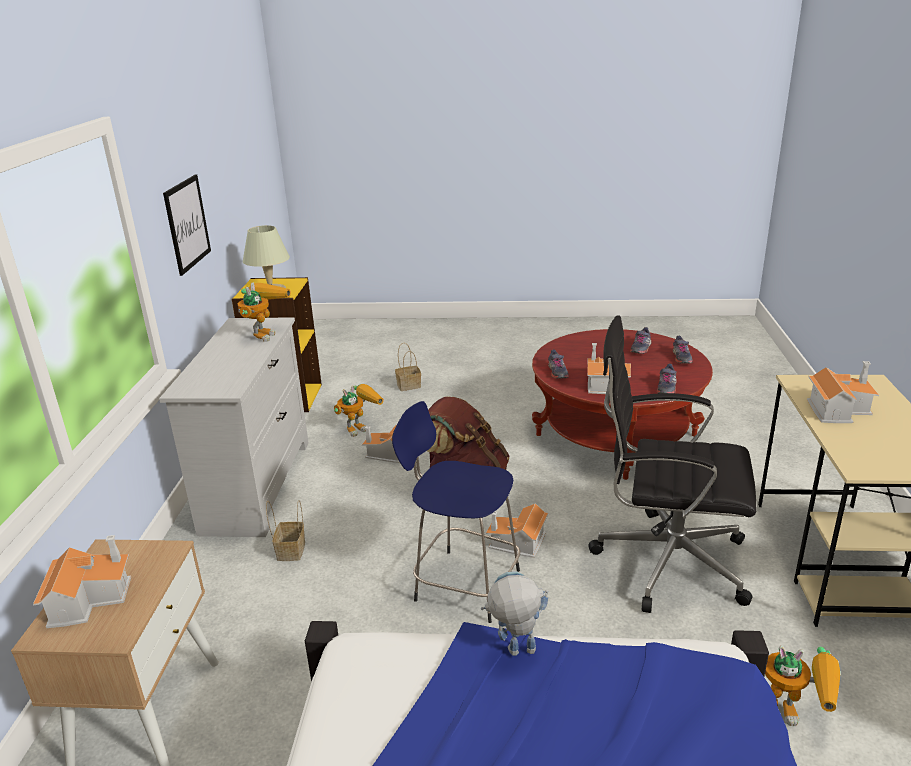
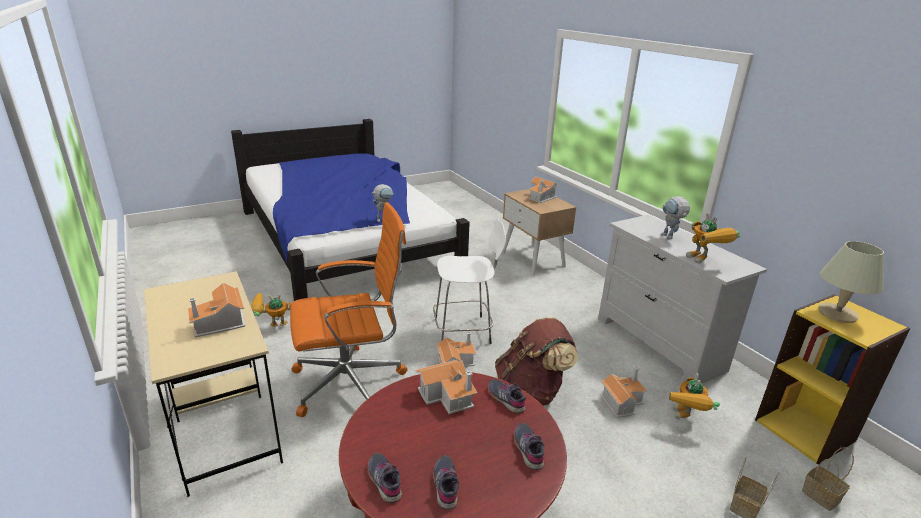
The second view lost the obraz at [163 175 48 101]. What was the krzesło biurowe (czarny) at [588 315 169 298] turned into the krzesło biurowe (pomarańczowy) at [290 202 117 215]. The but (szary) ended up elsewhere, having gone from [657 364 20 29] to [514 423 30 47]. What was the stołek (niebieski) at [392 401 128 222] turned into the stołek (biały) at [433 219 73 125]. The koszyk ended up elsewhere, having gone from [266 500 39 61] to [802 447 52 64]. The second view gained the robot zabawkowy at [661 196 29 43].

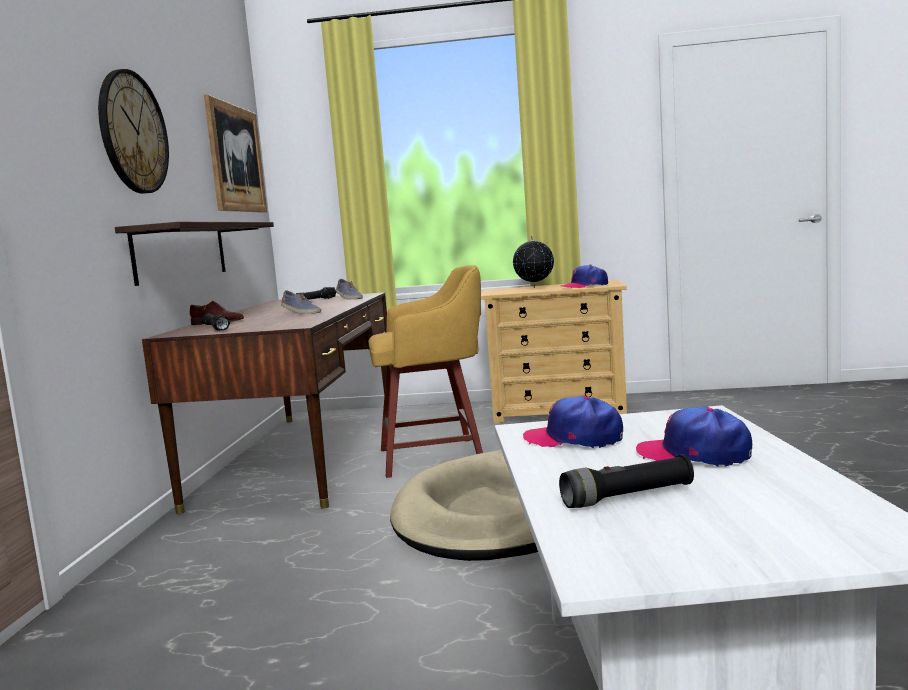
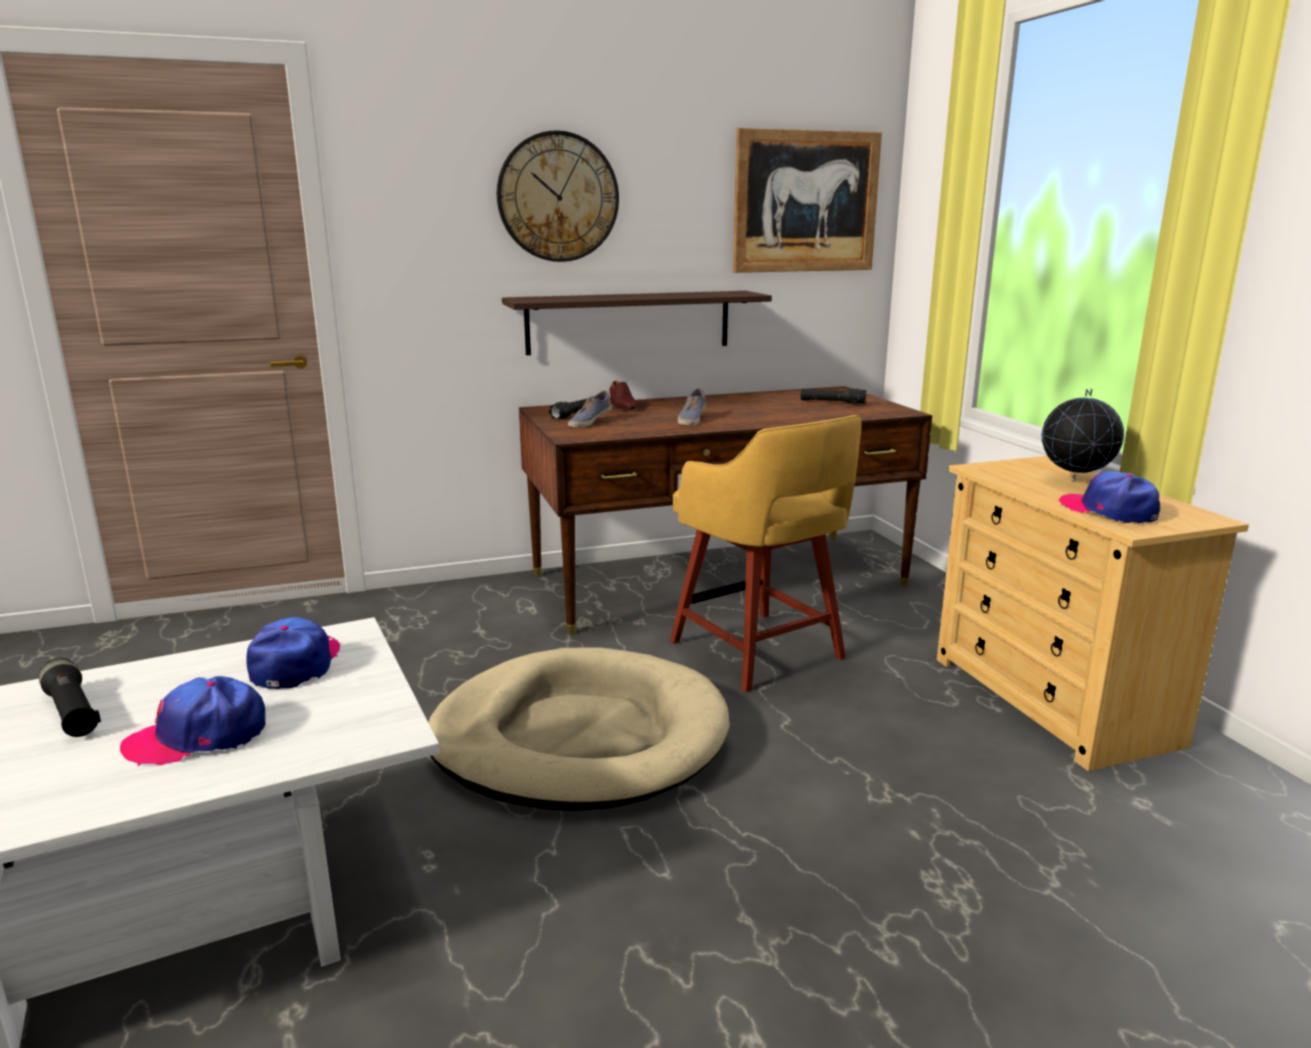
The but ended up elsewhere, having gone from [336 279 27 20] to [568 390 44 38]. The czapka z daszkiem at [636 406 116 61] ended up facing another way, 120 degrees counterclockwise from before.

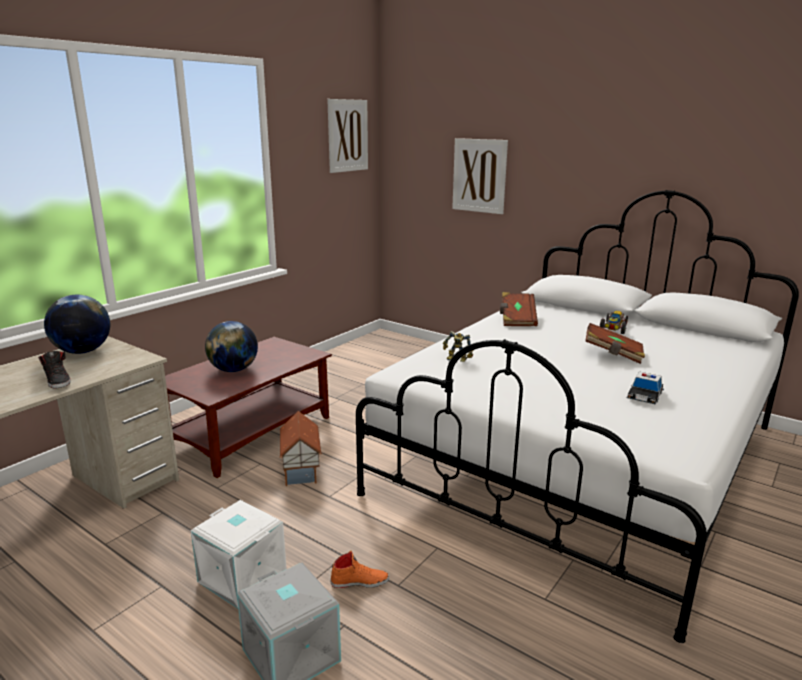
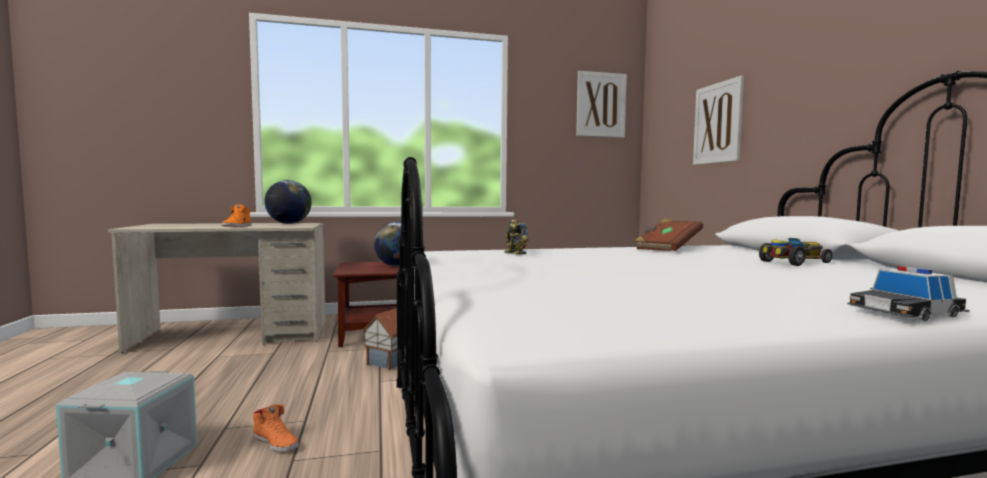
The second view lost the książka (brązowy) at [585 323 60 41]. What was the but (czarny) at [38 351 33 37] turned into the but (pomarańczowy) at [221 204 30 23]. The samochodzik ended up elsewhere, having gone from [627 371 37 34] to [847 266 122 55]. The second view lost the pojemnik do przechowywania (biały) at [191 500 96 109].

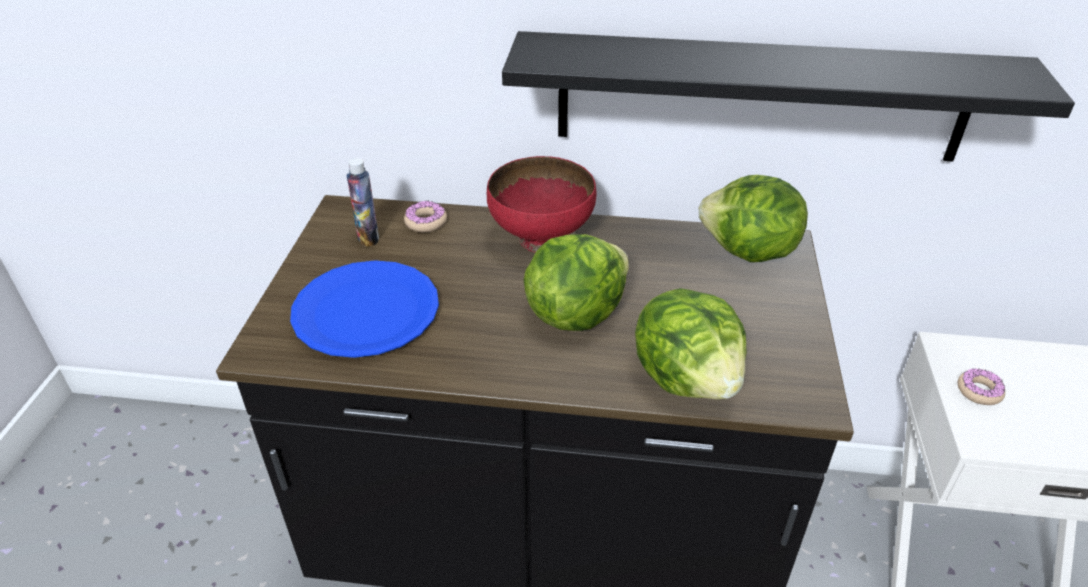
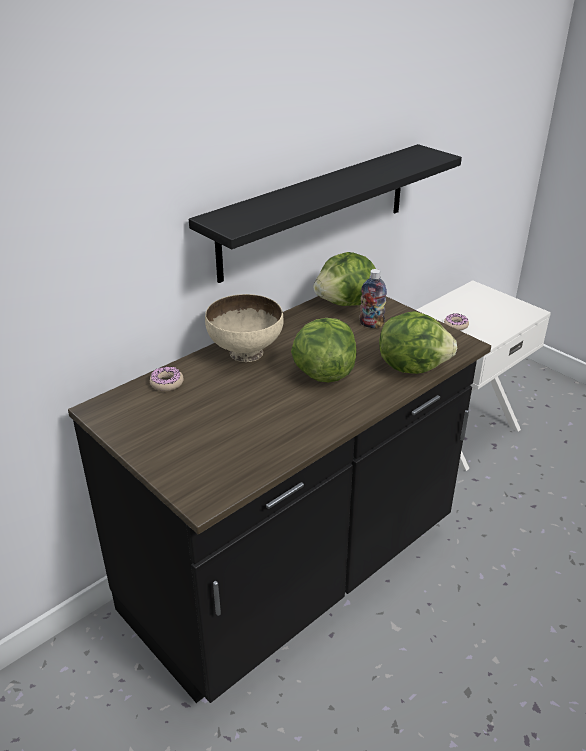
What was the miska (czerwony) at [487 156 110 96] turned into the miska (beżowy) at [205 294 78 68]. The butelka ended up elsewhere, having gone from [347 158 32 89] to [359 269 28 59]. The second view lost the talerz (niebieski) at [290 260 149 98].

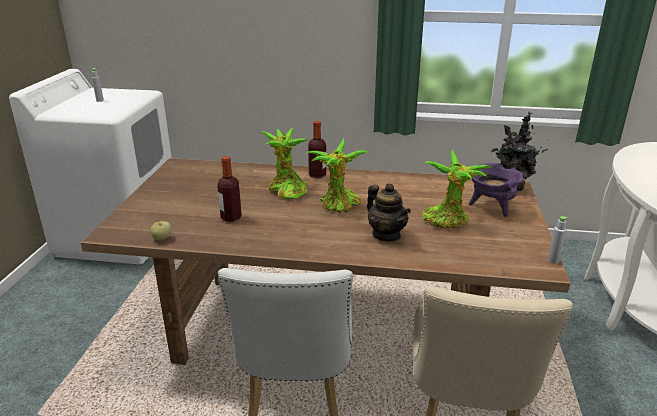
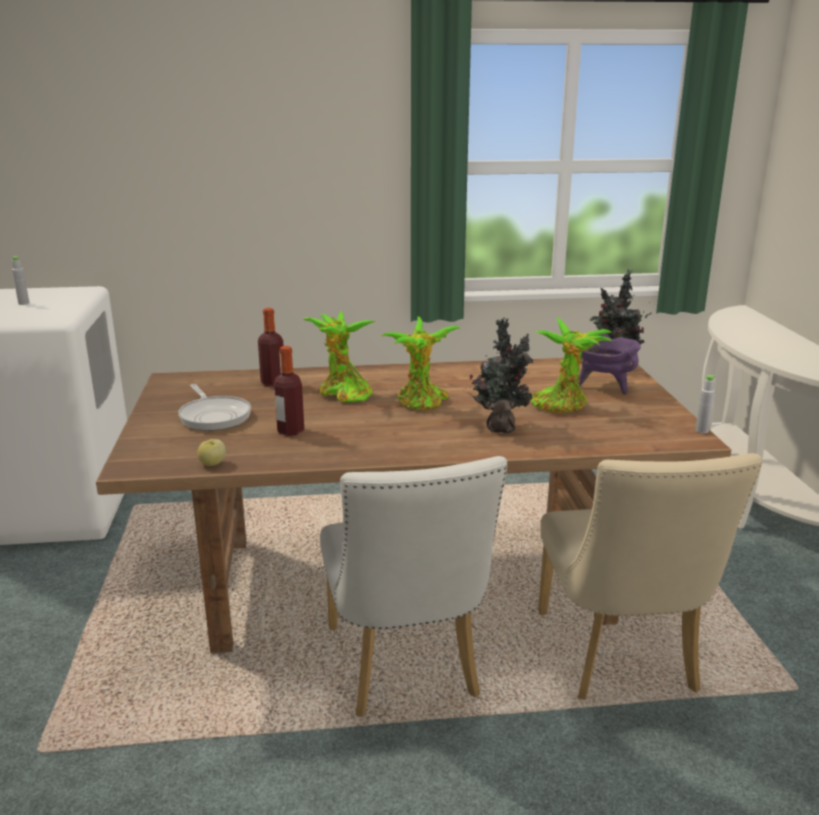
The butelka ended up elsewhere, having gone from [308 121 18 57] to [258 308 26 79]. Where the imbryk stood at [367 183 44 59], the roślina doniczkowa came to stand at [468 318 66 115]. The second view gained the patelnia at [178 384 73 47].

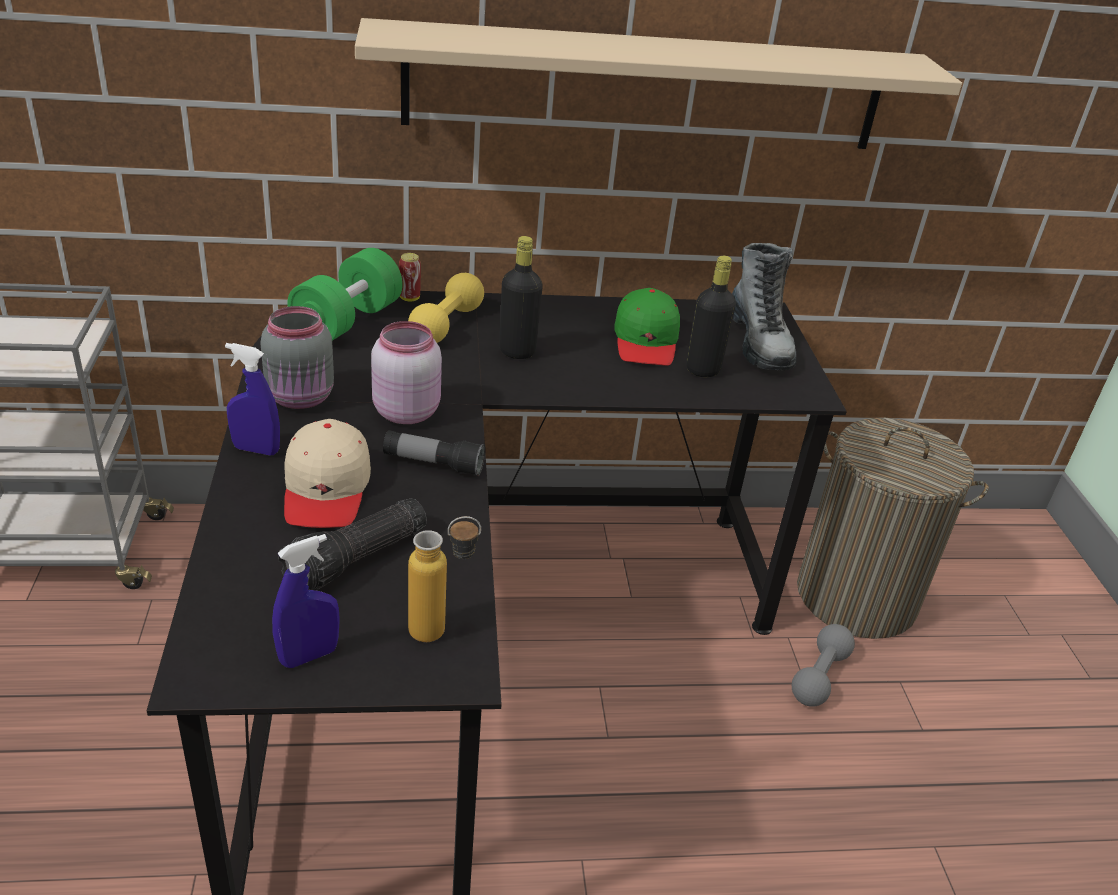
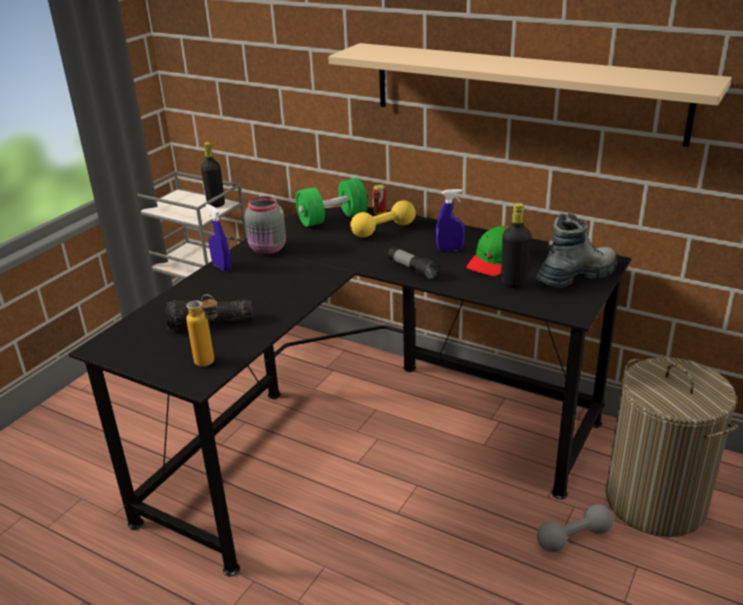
The butelka (czarny) ended up elsewhere, having gone from [499 236 44 123] to [201 142 24 66]. The but z cholewką at [732 243 64 128] ended up facing another way, 150 degrees counterclockwise from before. The second view lost the słoik (różowy) at [371 321 71 103]. The second view lost the czapka z daszkiem (beżowy) at [284 419 87 109]. The latarka ended up elsewhere, having gone from [383 430 103 46] to [388 247 51 32]. The spryskiwacz (niebieski) ended up elsewhere, having gone from [272 534 68 134] to [436 189 29 62].

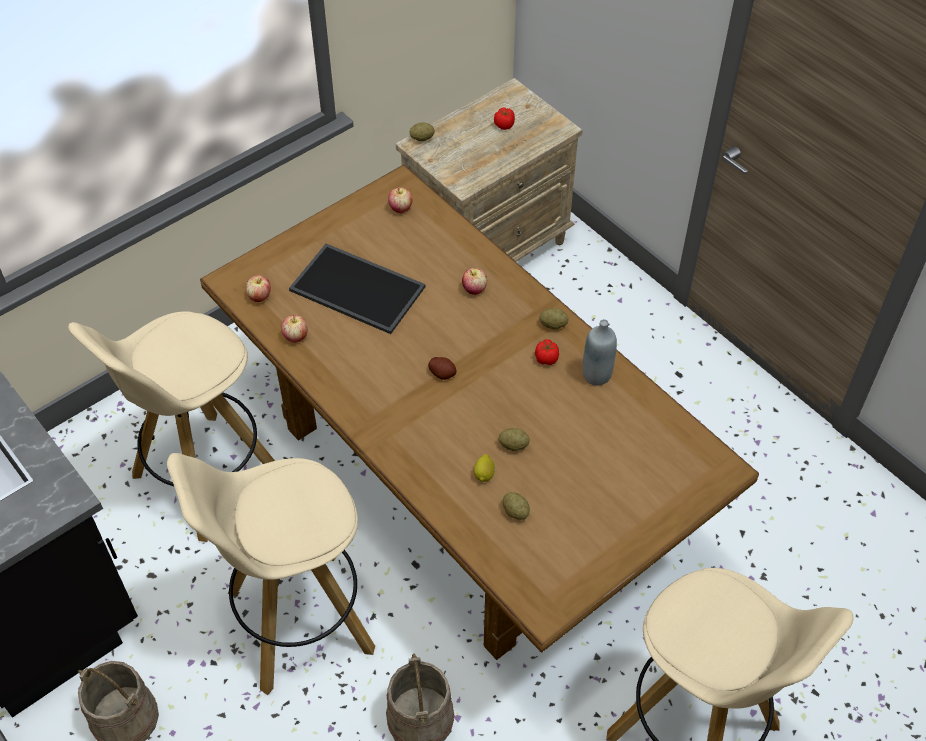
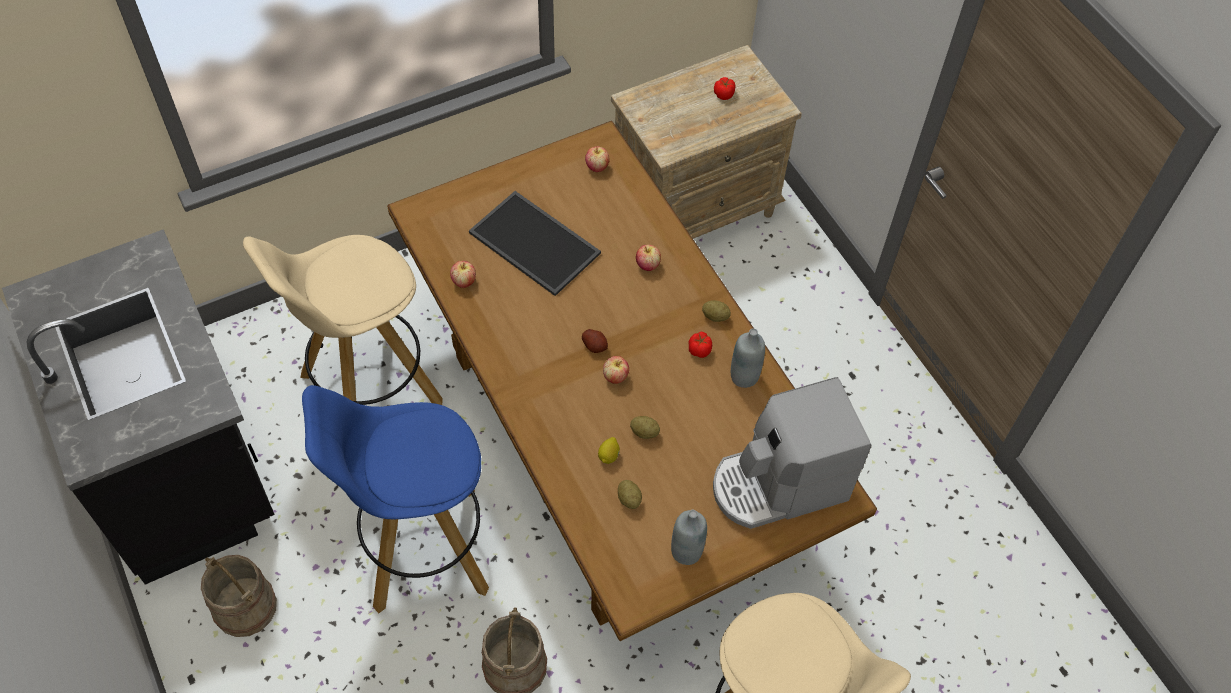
The second view lost the ziemniak at [409 122 26 19]. The jabłko ended up elsewhere, having gone from [246 275 25 27] to [603 356 26 28]. What was the stołek (beżowy) at [167 453 208 242] turned into the stołek (niebieski) at [302 385 187 228]. The second view gained the ekspres do kawy at [713 377 158 152]. The second view gained the butelka (szary) at [671 510 36 55].

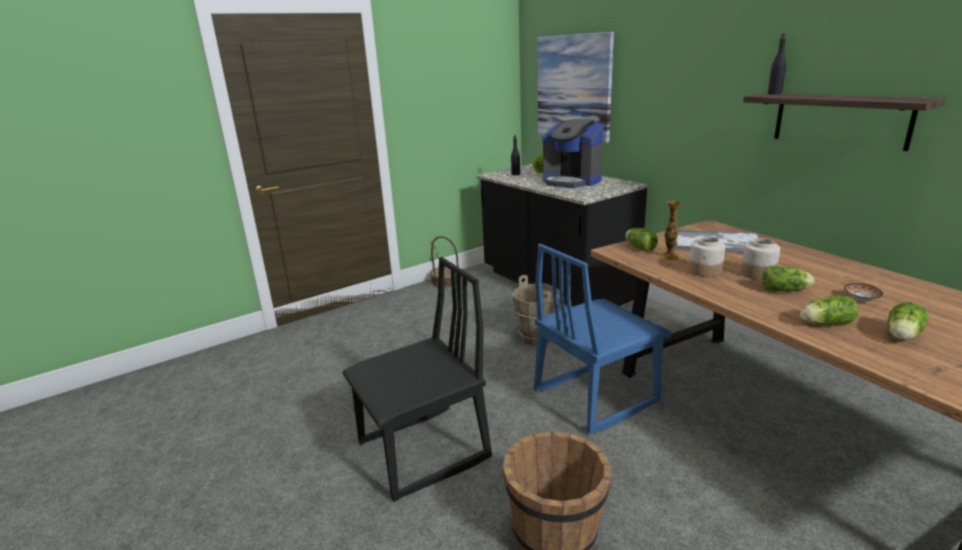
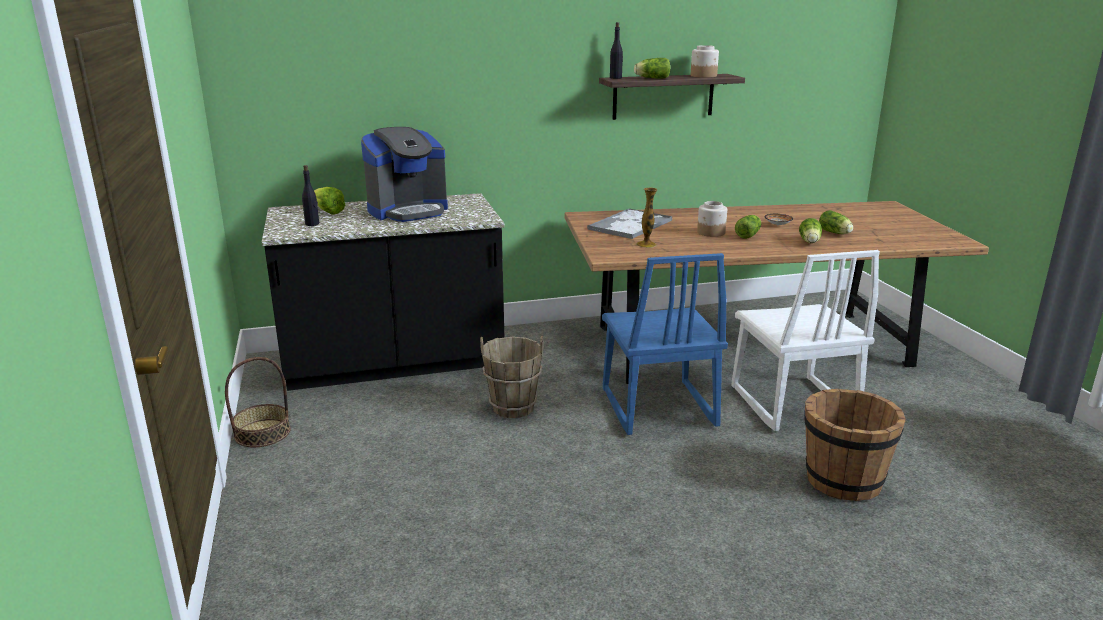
The second view lost the obraz at [537 32 77 111]. The sałata ended up elsewhere, having gone from [625 228 33 24] to [634 58 37 21]. The słoik ended up elsewhere, having gone from [689 236 36 41] to [691 45 28 33]. The second view lost the krzesło (czarny) at [342 257 150 245]. The second view gained the krzesło (biały) at [731 250 149 181].

